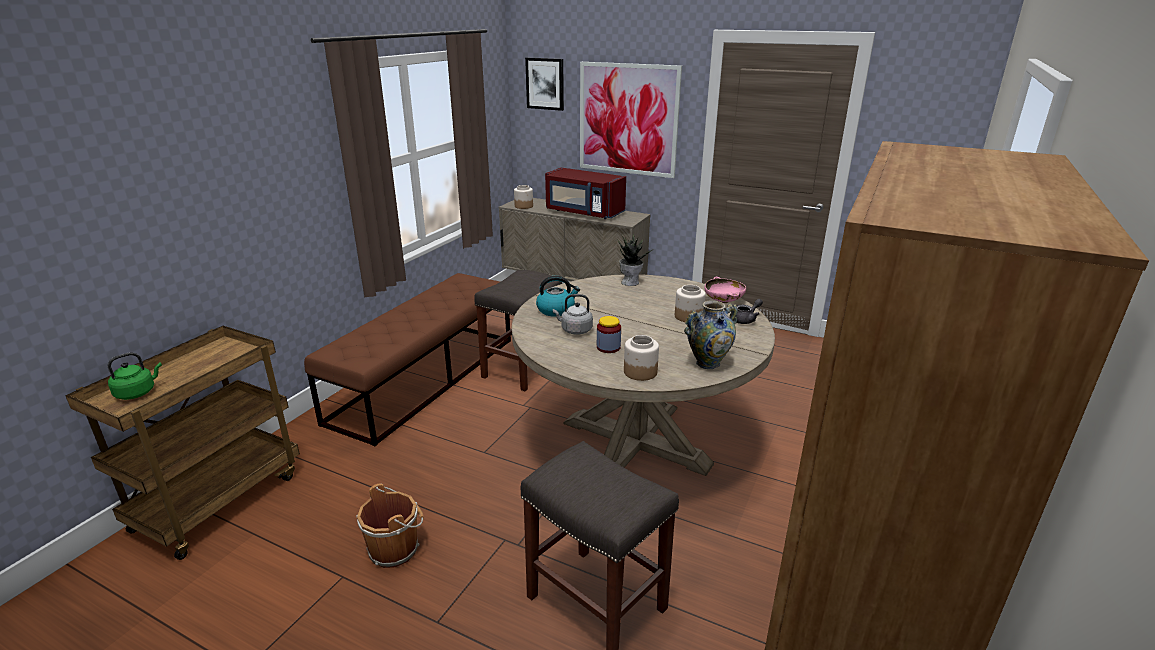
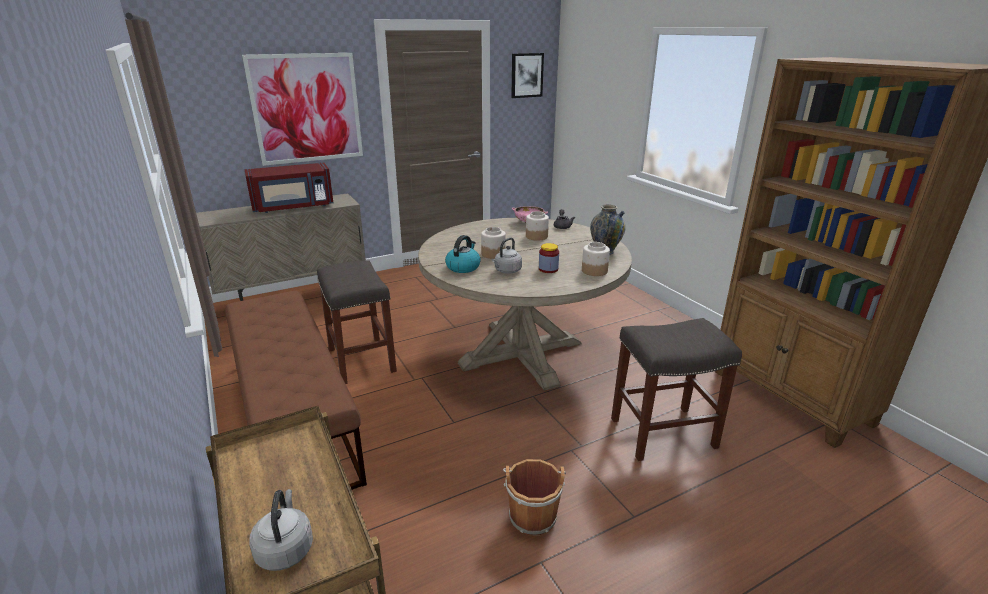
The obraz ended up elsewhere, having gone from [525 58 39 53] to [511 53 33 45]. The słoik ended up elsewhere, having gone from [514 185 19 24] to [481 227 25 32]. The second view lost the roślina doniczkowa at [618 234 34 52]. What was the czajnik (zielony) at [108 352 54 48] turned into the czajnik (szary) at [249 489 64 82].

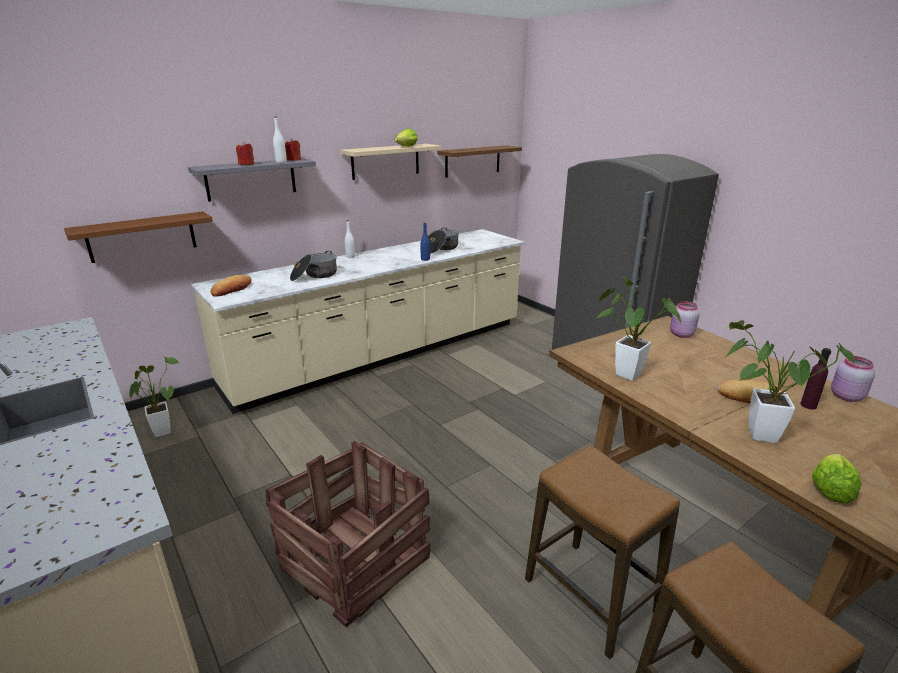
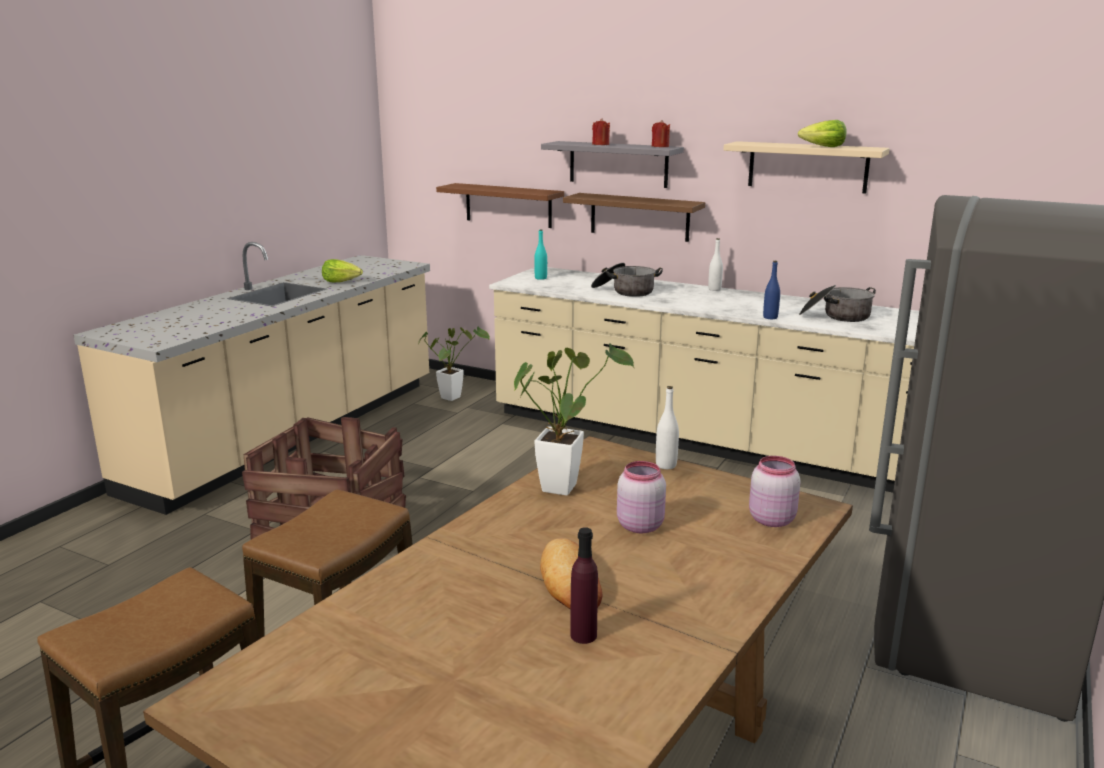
The butelka (biały) ended up elsewhere, having gone from [273 117 14 46] to [656 386 23 83]. The półka (brązowy) ended up elsewhere, having gone from [437 145 85 33] to [563 193 142 49]. Where the chleb stood at [211 275 41 22], the butelka (turkusowy) came to stand at [534 229 13 51]. The second view lost the roślina doniczkowa at [724 320 131 123]. The słoik (różowy) ended up elsewhere, having gone from [831 356 44 46] to [617 461 49 72]. The sałata ended up elsewhere, having gone from [812 454 49 49] to [322 259 41 23].

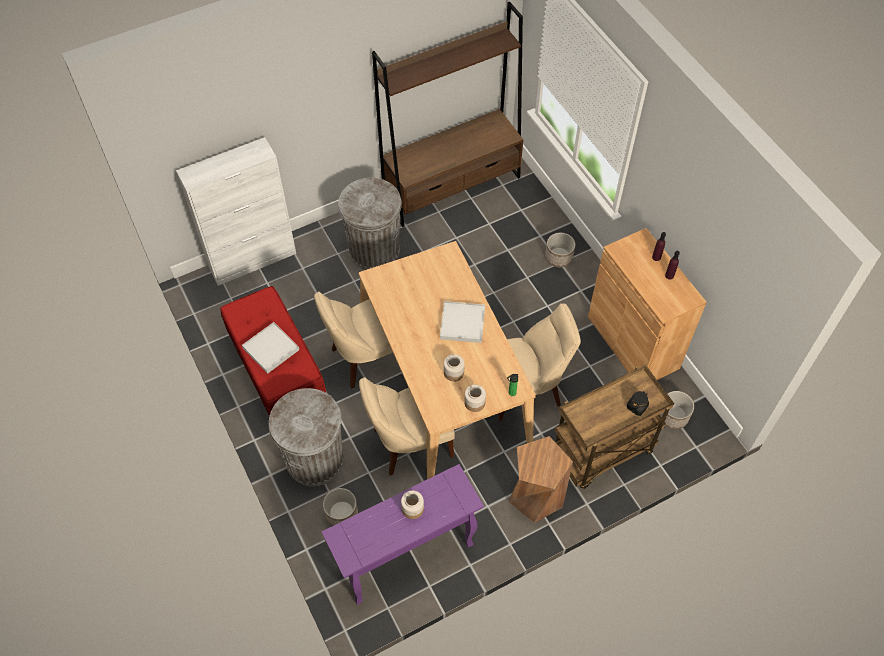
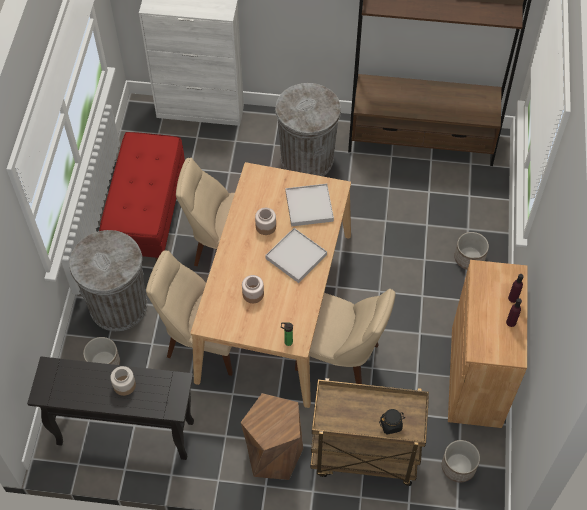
The taca (biały) ended up elsewhere, having gone from [242 322 57 52] to [286 184 48 42]. The słoik ended up elsewhere, having gone from [464 385 22 27] to [255 208 21 27]. What was the stolik konsolowy (fioletowy) at [322 464 162 141] turned into the stolik konsolowy (czarny) at [27 357 167 103].

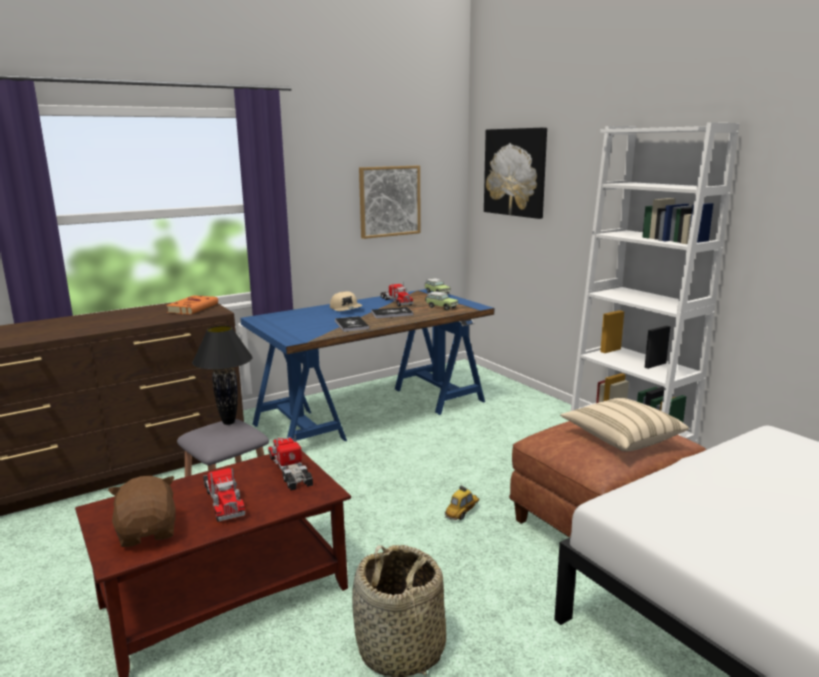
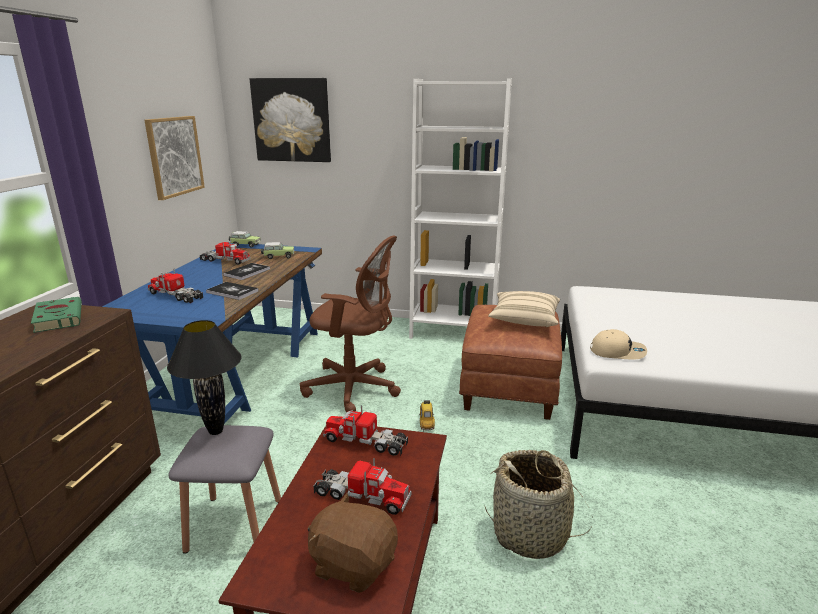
The czapka z daszkiem (beżowy) ended up elsewhere, having gone from [330 291 33 20] to [590 329 57 31]. What was the książka (pomarańczowy) at [166 295 52 20] turned into the książka (zielony) at [31 297 51 36]. The second view gained the krzesło biurowe (brązowy) at [300 235 101 178]. The second view gained the ciężarówka zabawkowa at [148 268 55 35].

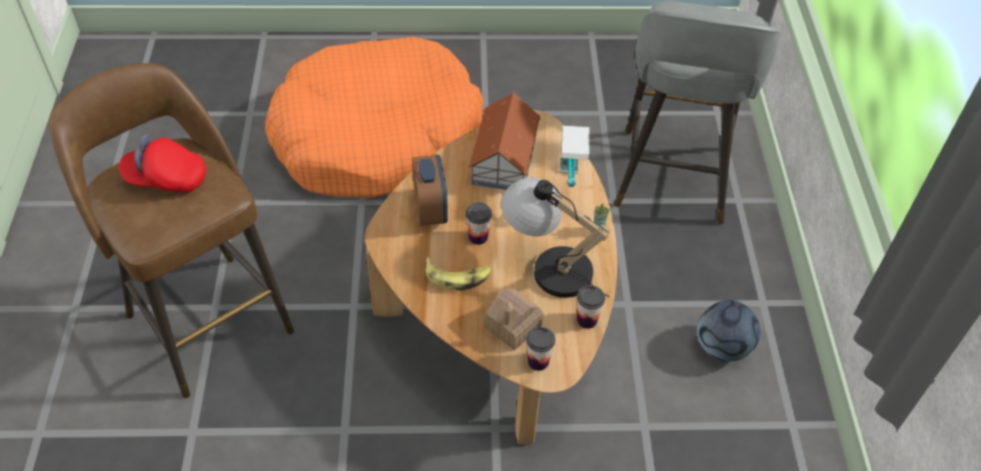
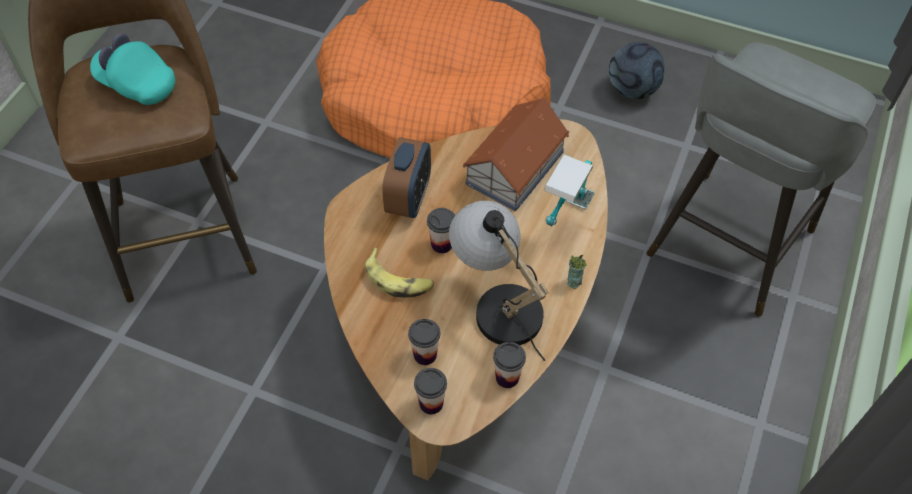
What was the czapka z daszkiem (czerwony) at [119 134 87 59] turned into the czapka z daszkiem (turkusowy) at [90 33 85 72]. Where the domek stood at [484 288 59 63], the filiżanka came to stand at [408 319 32 46]. The piłka futbolowa ended up elsewhere, having gone from [697 300 63 62] to [609 42 56 57].

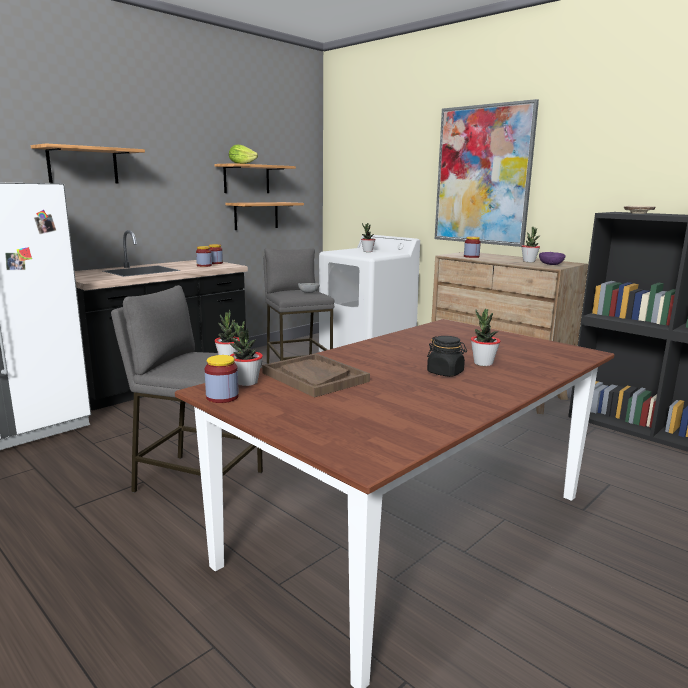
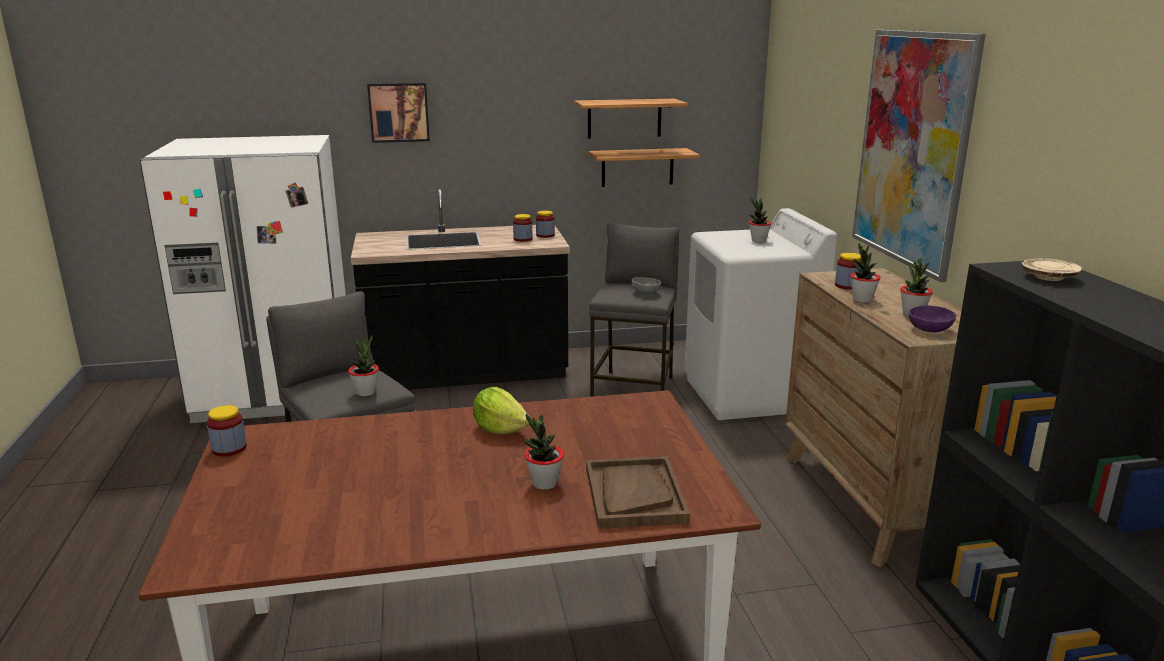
Where the półka hung at [31 143 114 41], the obraz came to hang at [367 83 63 60]. The sałata ended up elsewhere, having gone from [229 145 29 19] to [473 387 57 47]. The roślina doniczkowa ended up elsewhere, having gone from [230 320 33 66] to [850 243 31 60]. The second view lost the słoik (czarny) at [427 336 40 41]. The taca (brązowy) ended up elsewhere, having gone from [262 353 108 45] to [586 456 104 73].

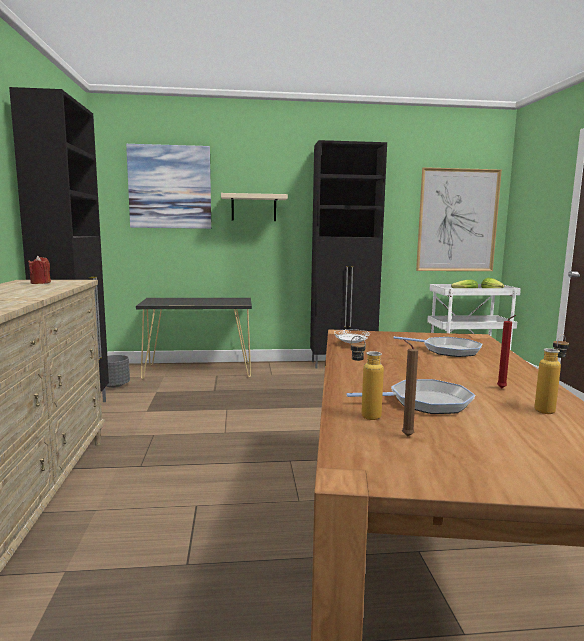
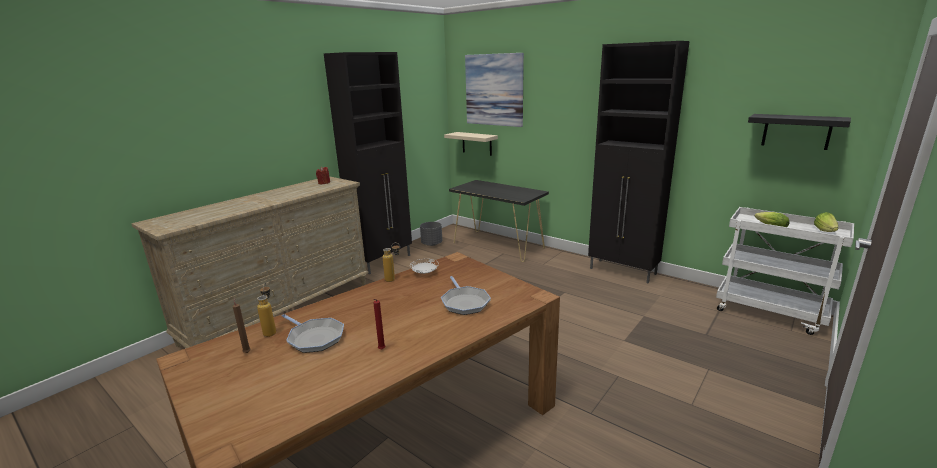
Where the obraz hung at [416 167 86 104], the półka (czarny) came to hang at [748 114 103 36]. The półka (beżowy) ended up elsewhere, having gone from [221 193 67 28] to [444 132 54 24]. The butelka ended up elsewhere, having gone from [534 334 35 80] to [382 243 18 39].

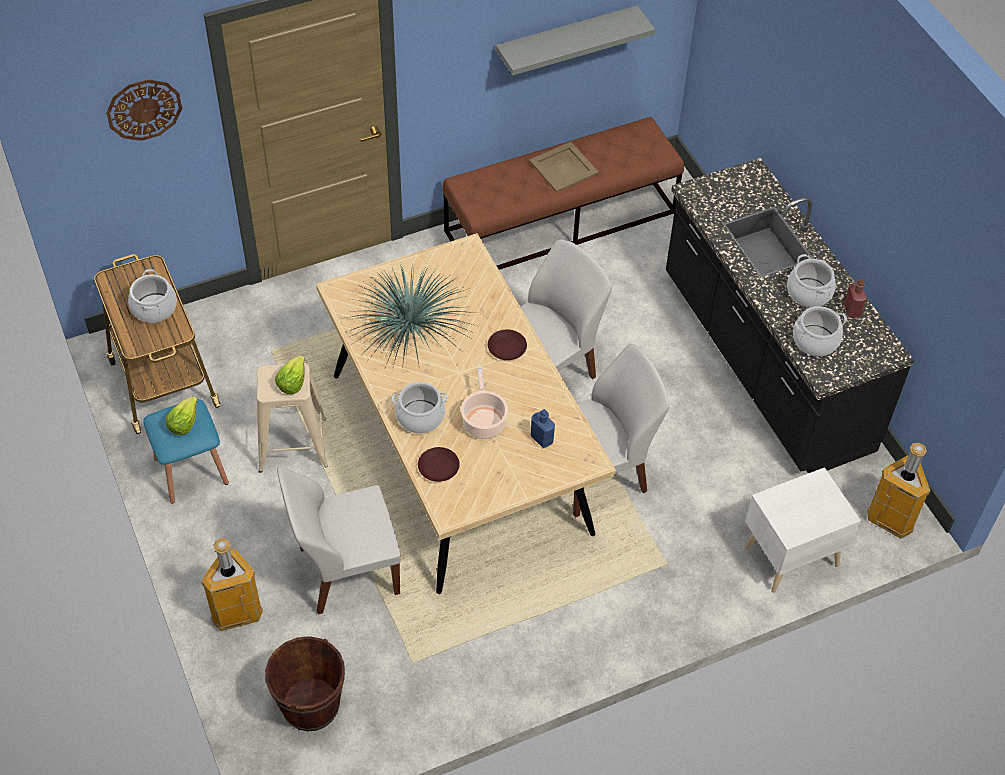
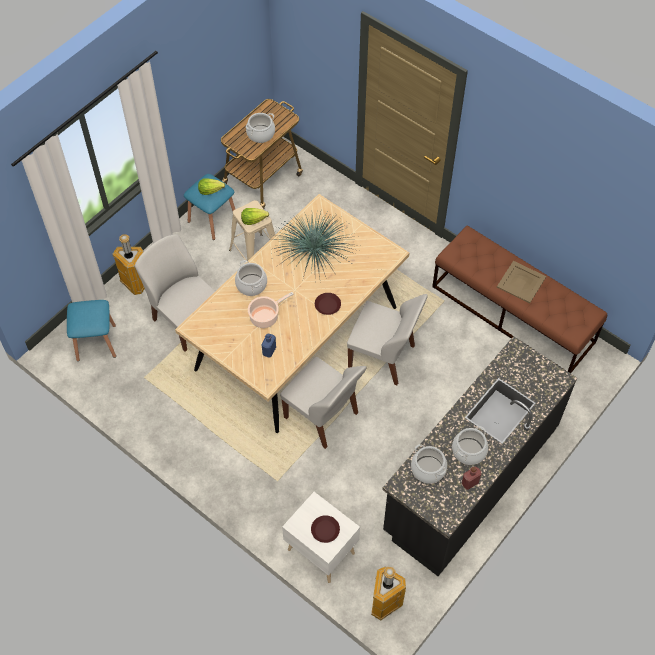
The second view lost the półka (szary) at [496 5 159 70]. The second view lost the zegar ścienny at [106 79 76 62]. The talerz (brązowy) ended up elsewhere, having gone from [418 447 42 35] to [311 515 29 28]. Where the wiadro (brązowy) stood at [265 636 80 95], the stołek (niebieski) came to stand at [67 300 49 61].

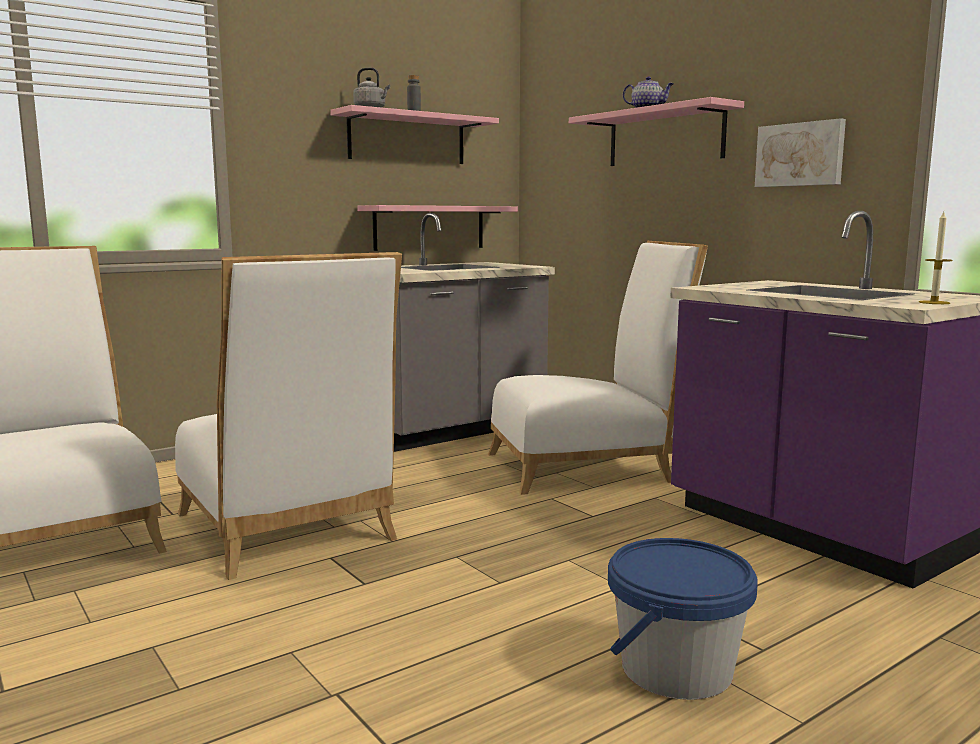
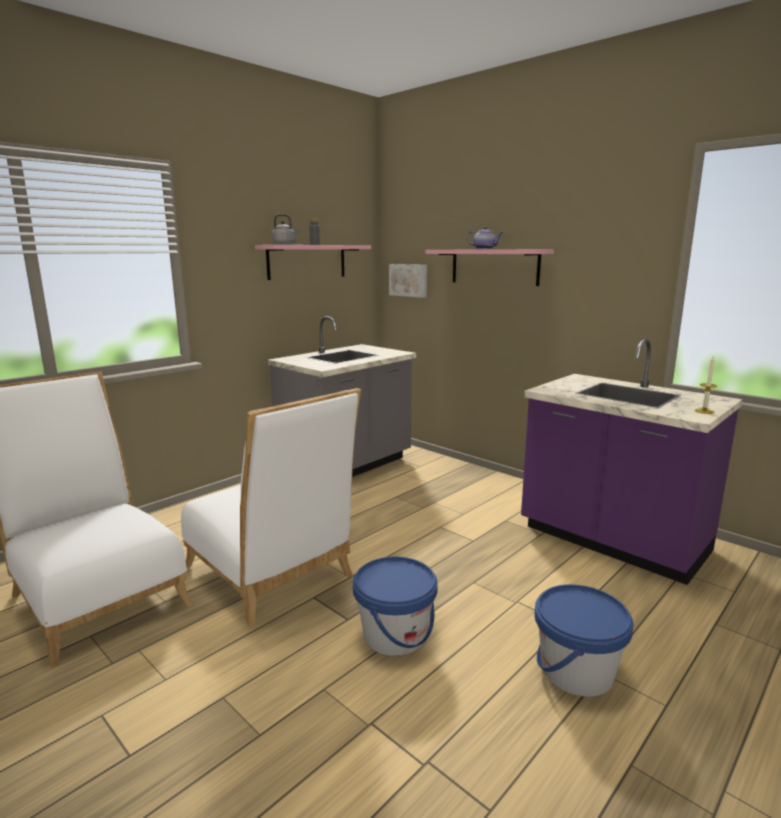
The obraz ended up elsewhere, having gone from [755 118 91 69] to [389 264 38 34]. The second view lost the półka (różowy) at [357 205 161 46]. The second view lost the krzesło (biały) at [488 241 220 254]. The second view gained the wiadro (niebieski) at [353 556 85 100].

